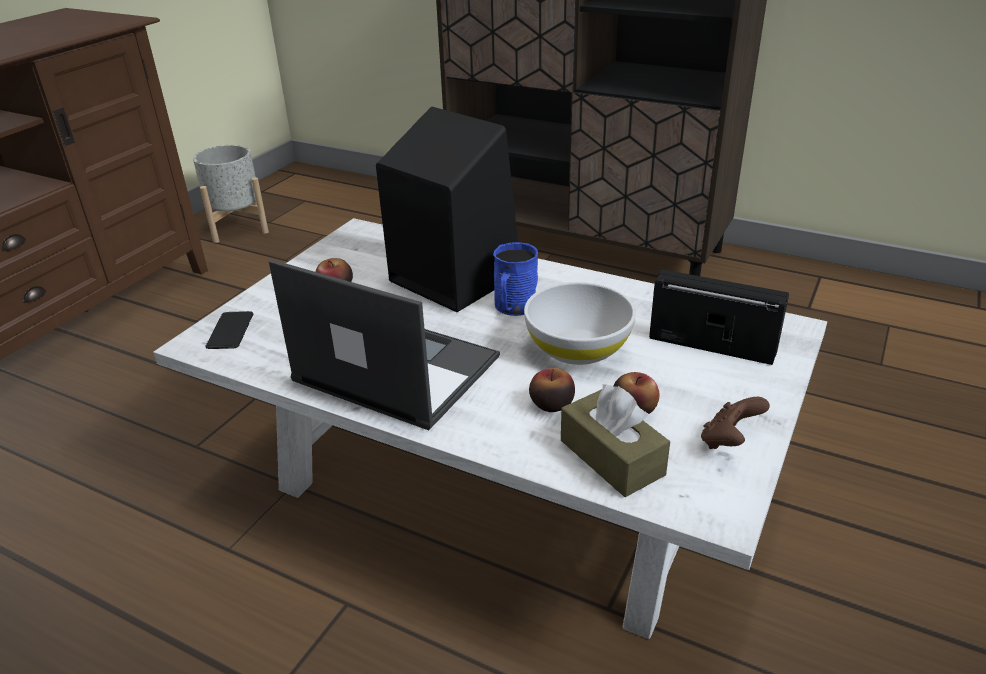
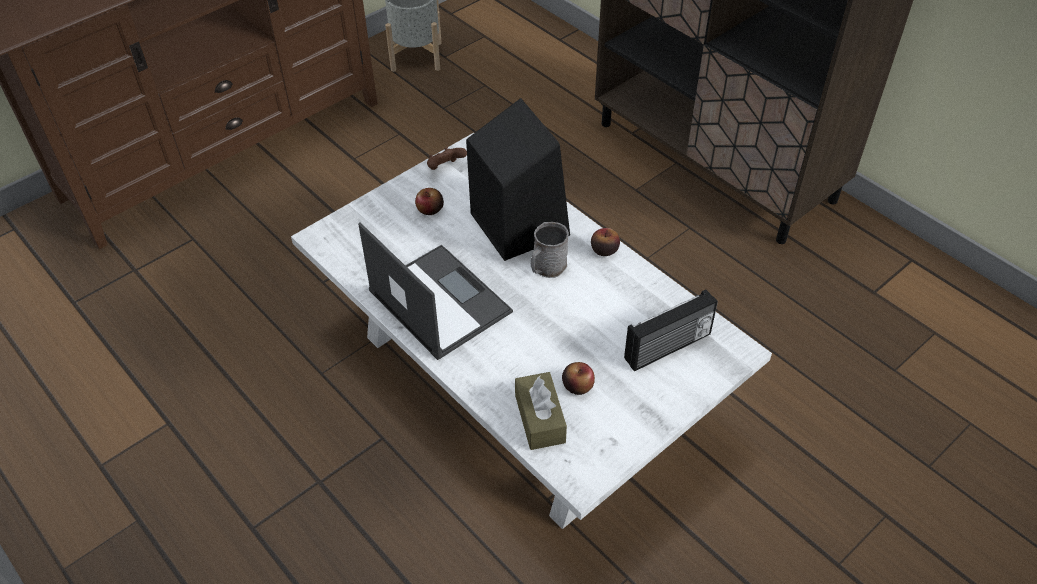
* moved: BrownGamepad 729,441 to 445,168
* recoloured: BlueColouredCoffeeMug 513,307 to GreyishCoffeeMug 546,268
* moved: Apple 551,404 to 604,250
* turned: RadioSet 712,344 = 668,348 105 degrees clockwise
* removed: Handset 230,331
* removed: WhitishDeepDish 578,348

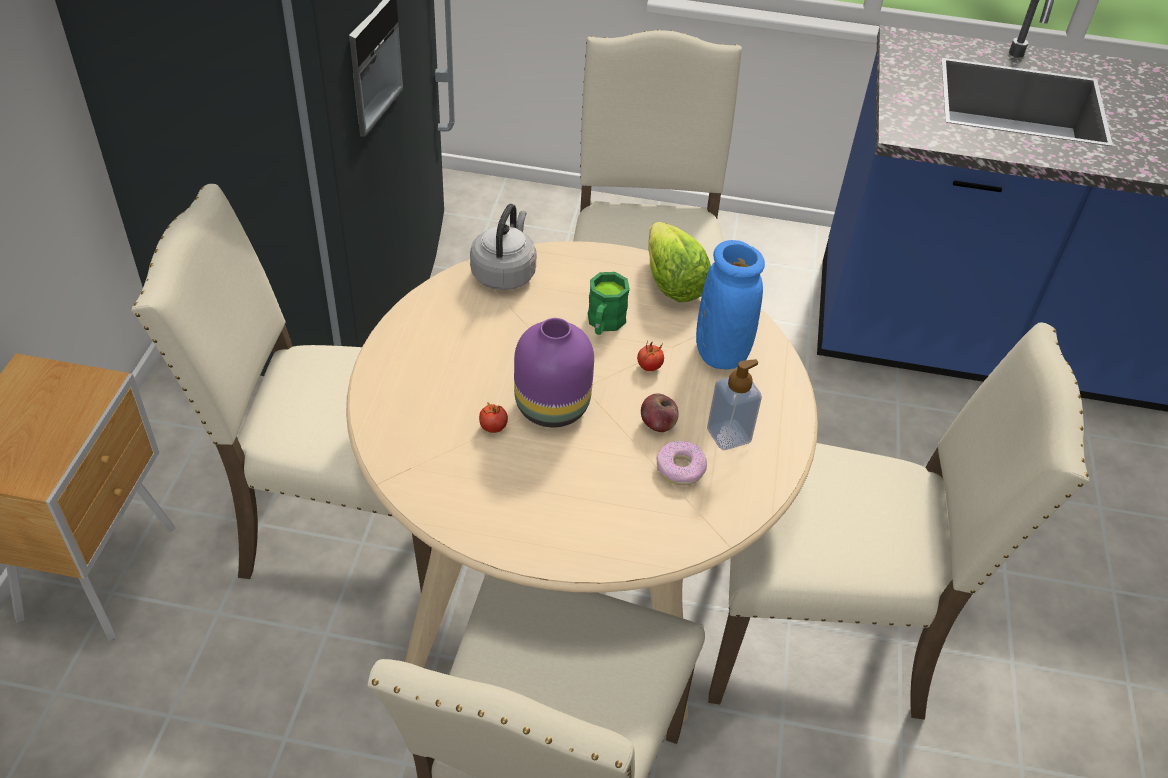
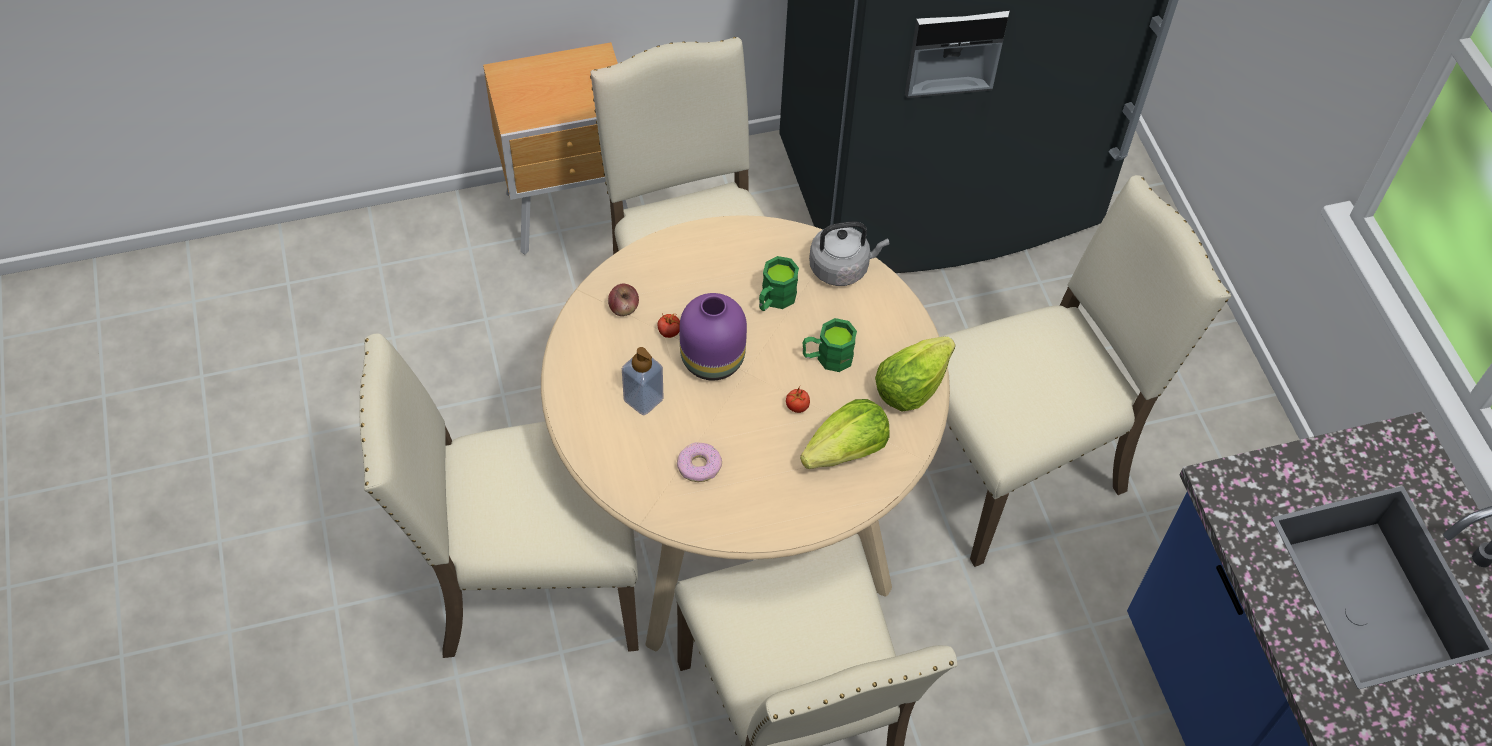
* moved: Apple 658,424 to 624,308
* moved: SoapBottle 728,435 to 643,399
* added: GreenColouredCoffeeMug 774,300
* replaced: BlueColouredFlowerVase 721,353 to Lettuce 846,451

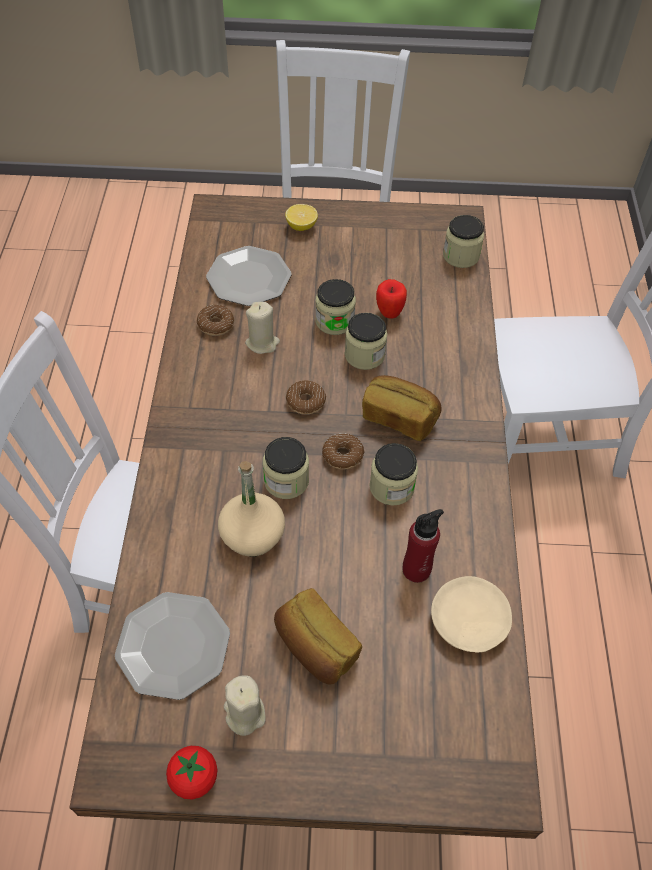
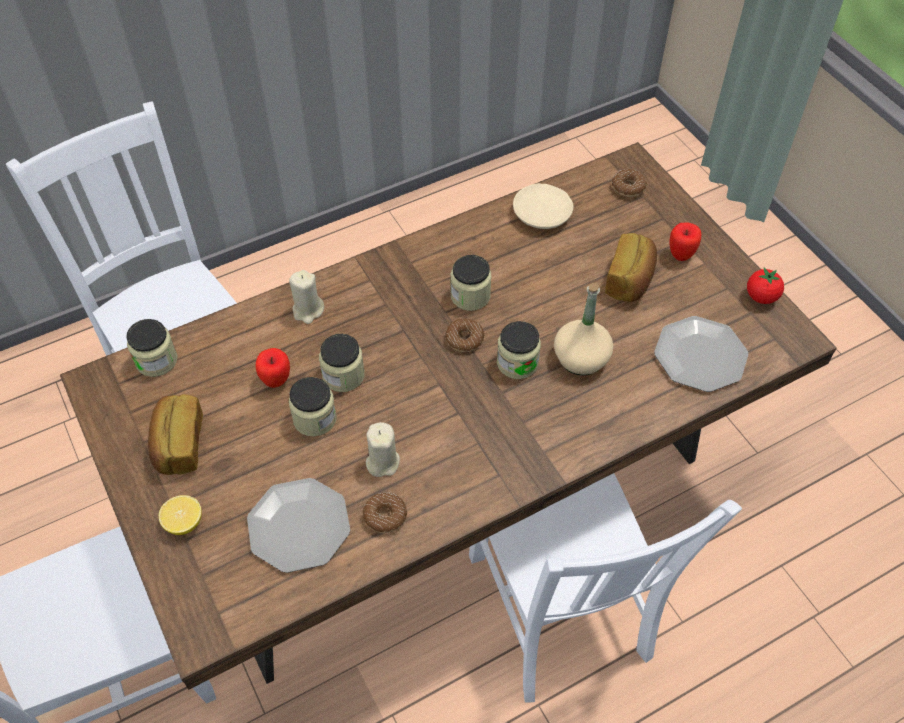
* moved: Bread 399,417 to 179,445
* moved: BeigeWaxCandle 244,713 to 308,310
* moved: Doughnut 305,401 to 628,187
* added: Apple 680,255
* removed: RedColouredDrinkBottle 416,569

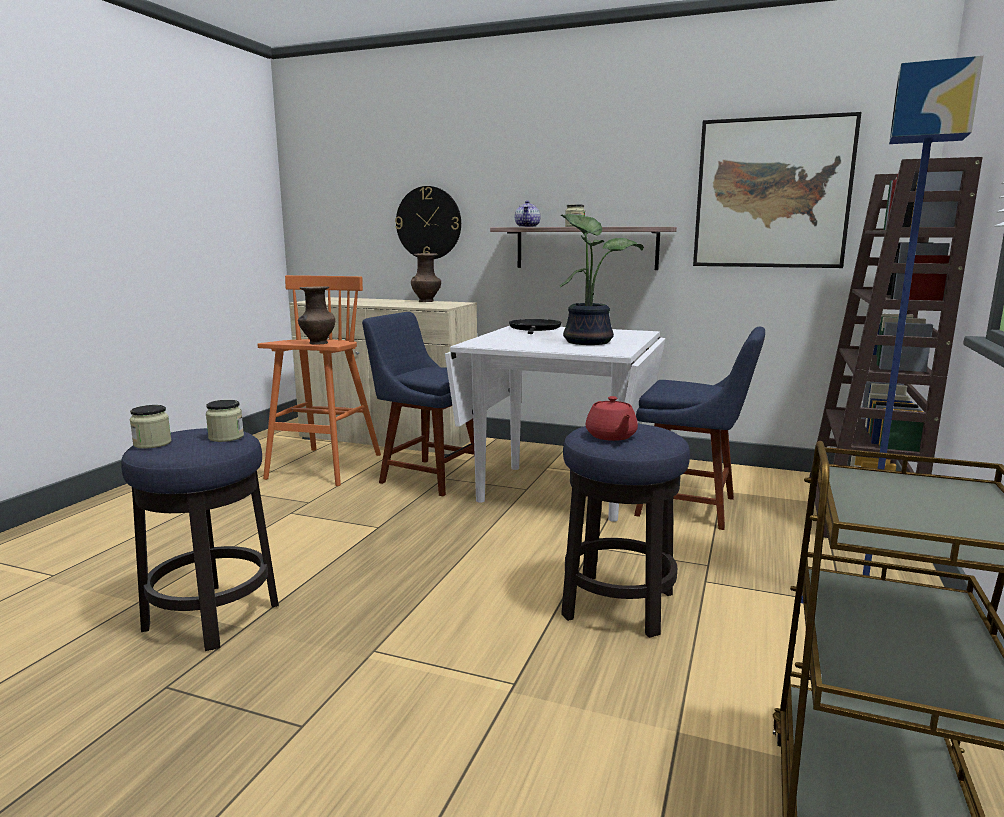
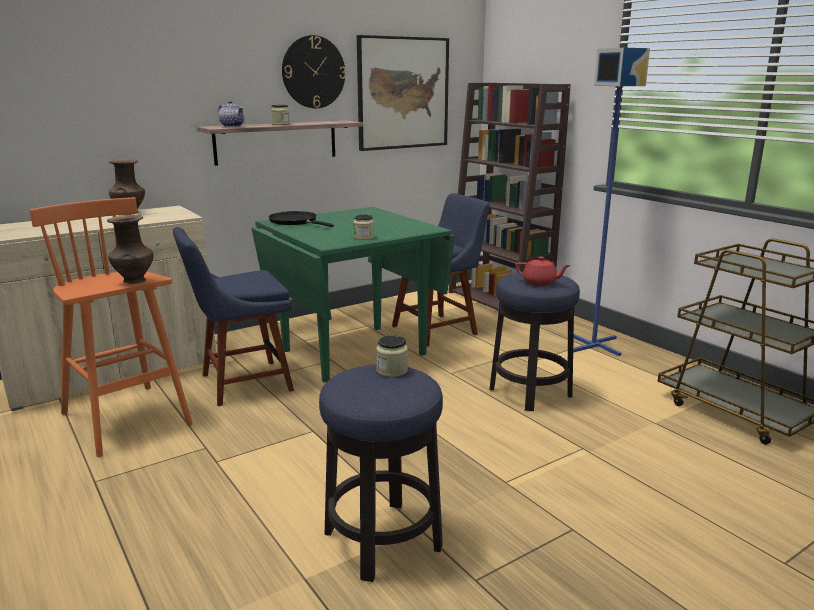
* recoloured: WhitishKitchenTable 559,491 to GreenColouredKitchenTable 353,352
* moved: WallClock 428,223 to 313,72
* moved: StorageJar 152,443 to 363,237
* removed: Houseplant 588,341

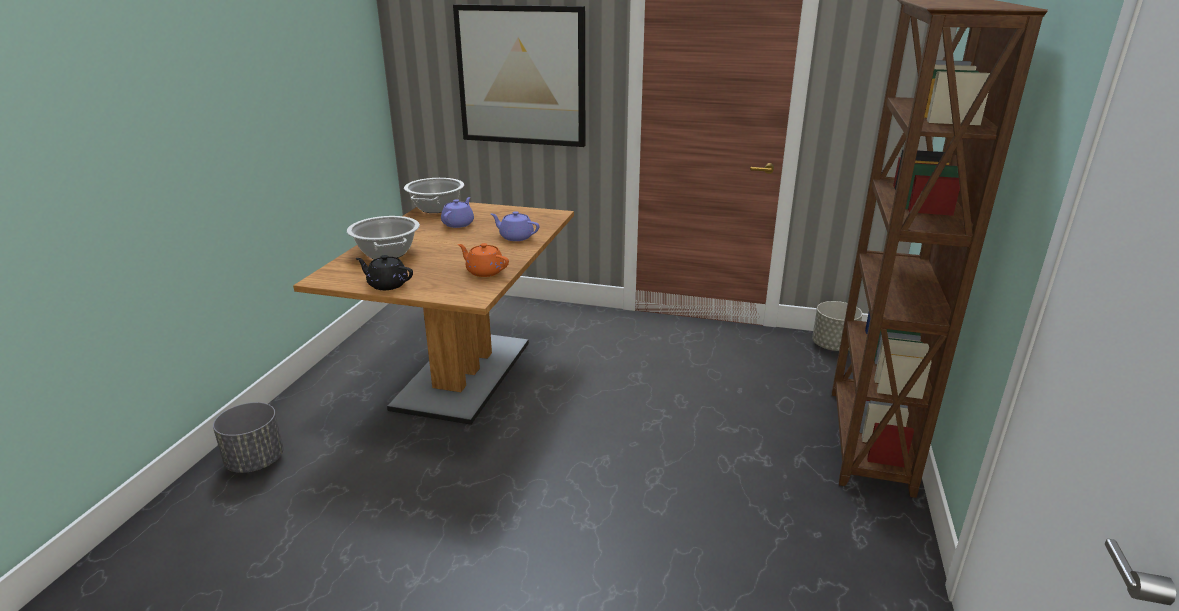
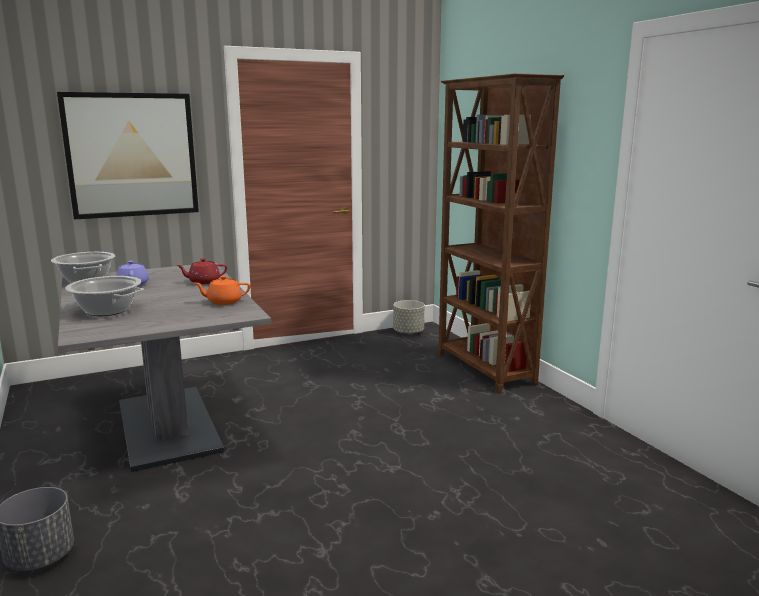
* recoloured: BrownKitchenTable 463,374 to GreyishKitchenTable 168,426
* recoloured: PurplishPotForTea 515,237 to RedColouredPotForTea 203,282
* removed: BlackColouredPotForTea 387,284

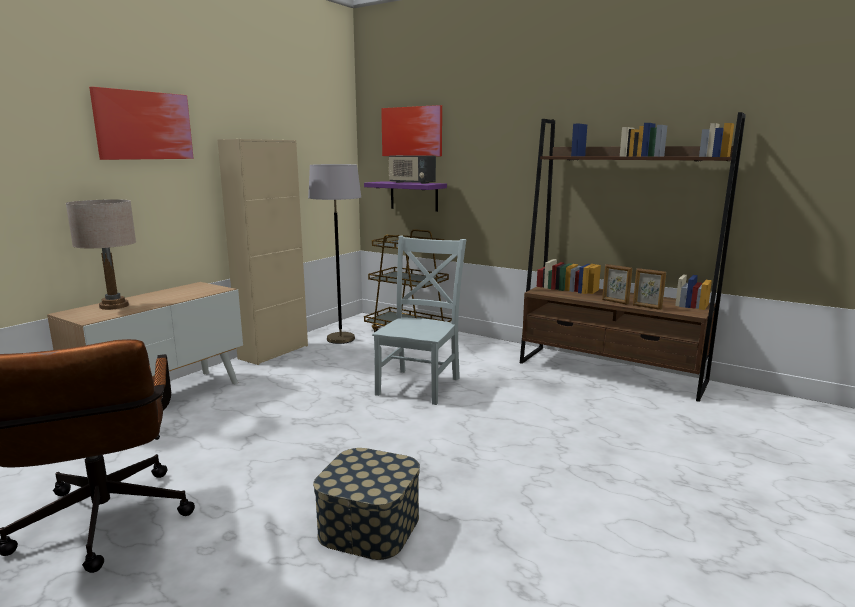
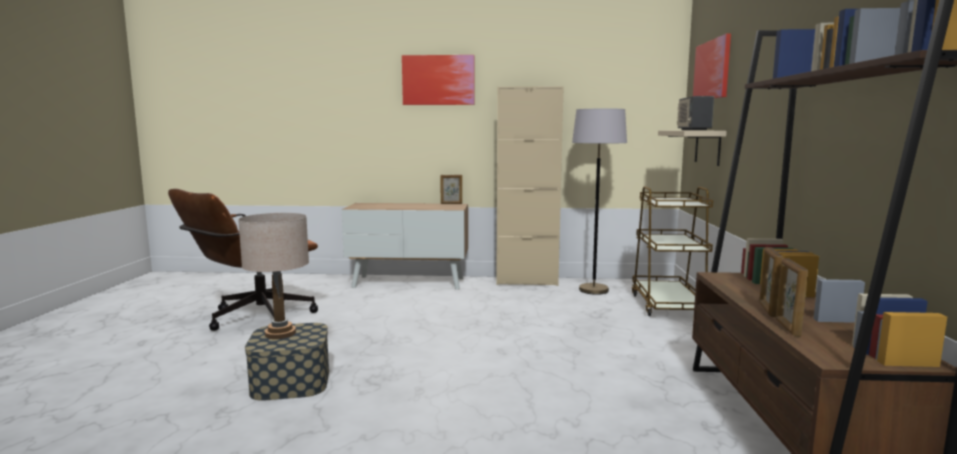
* moved: BeigeTableLamp 114,306 to 280,333
* added: PictureFrame 451,203
* recoloured: PurplishShelf 414,196 to BeigeShelf 707,147
* removed: GreyishChair 420,385

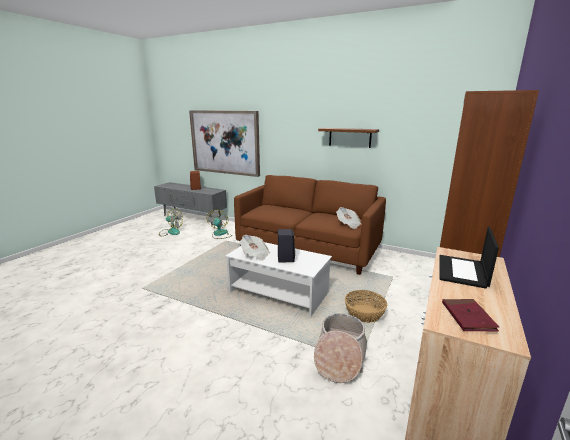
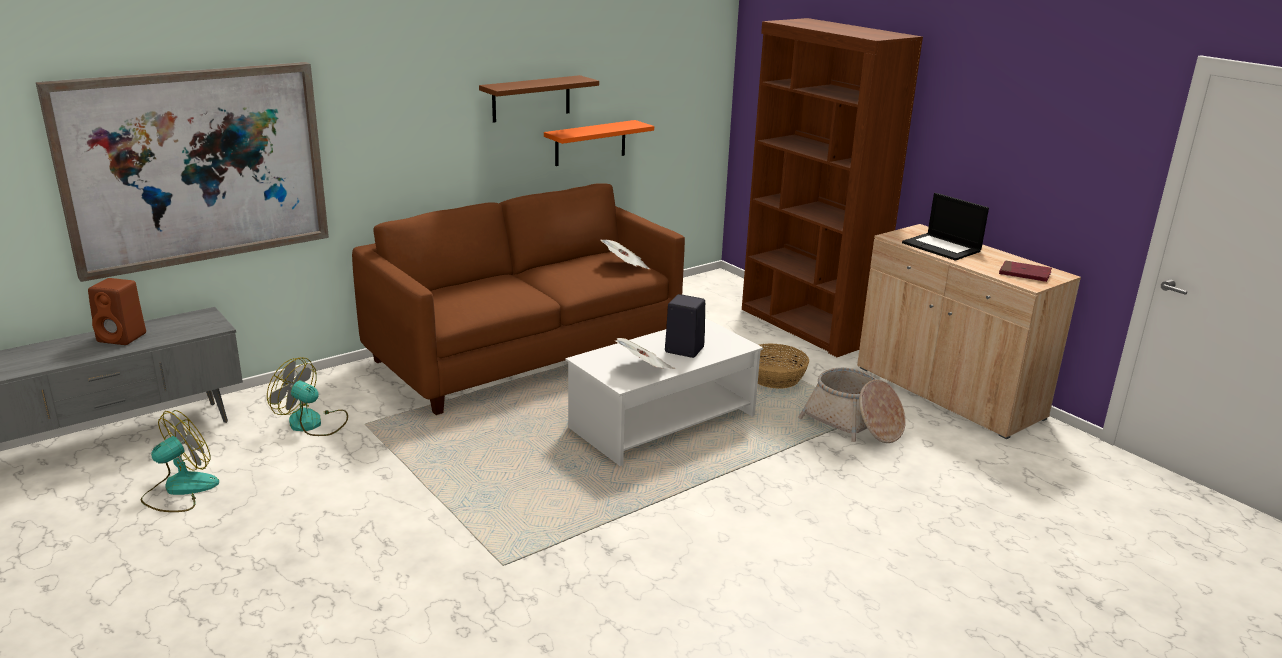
* added: OrangeyShelf 590,143

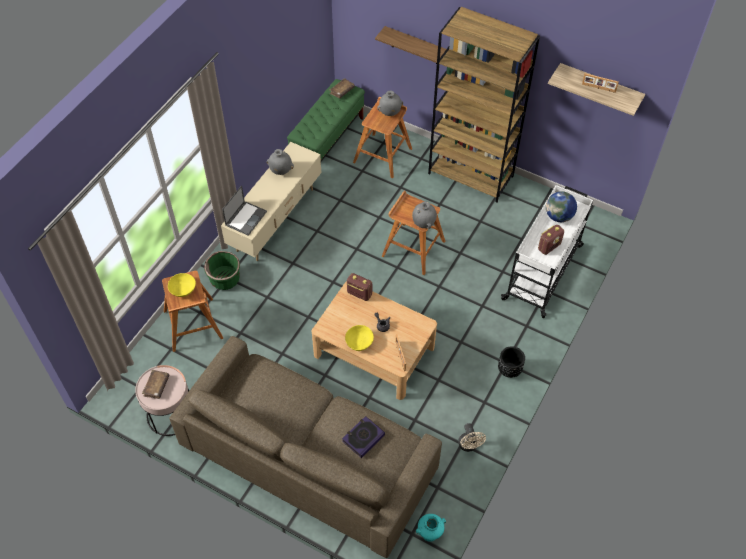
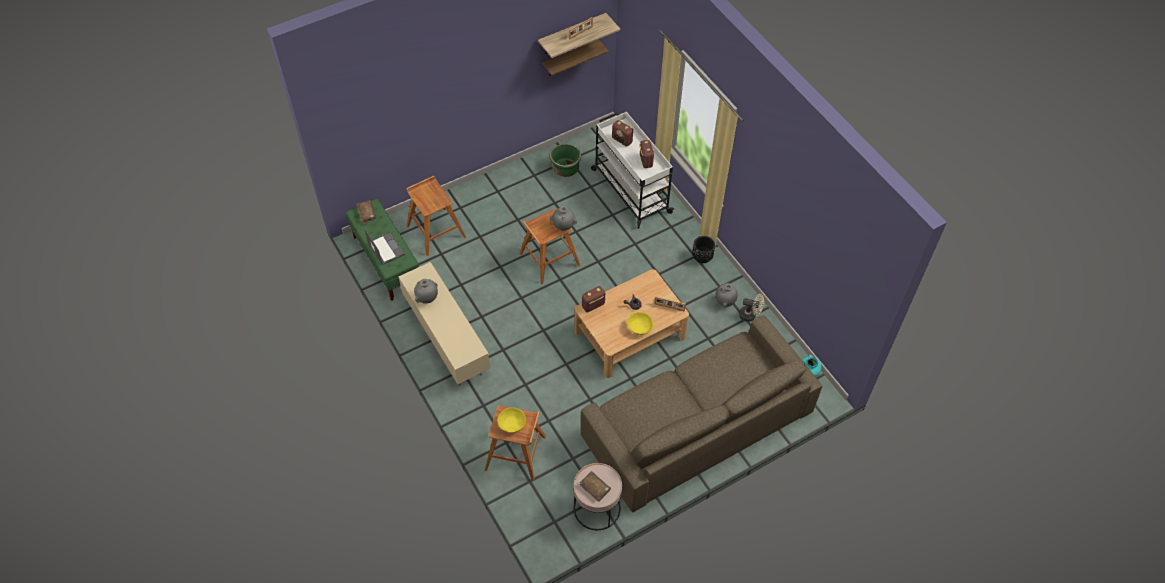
* moved: PortableComputer 246,218 to 386,248
* moved: Shelf 415,46 to 570,58
* moved: GreenColouredFlowerPot 225,279 to 565,169
* replaced: DeskGlobe 558,216 to RadioSet 622,140
* moved: GreyishFlowerVase 389,113 to 725,302
* removed: Book 363,438
* removed: BrownShelvingUnit 471,175

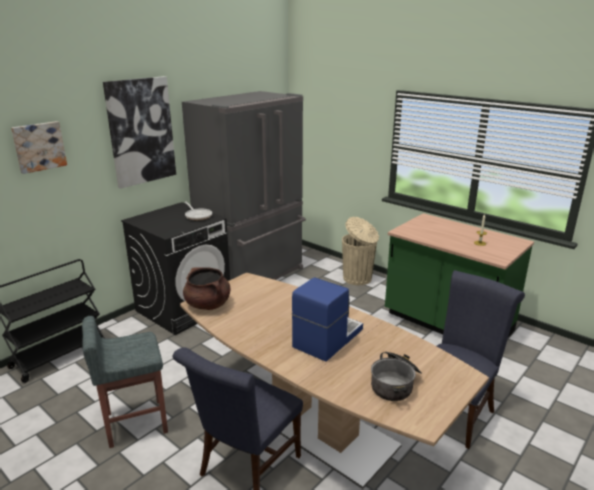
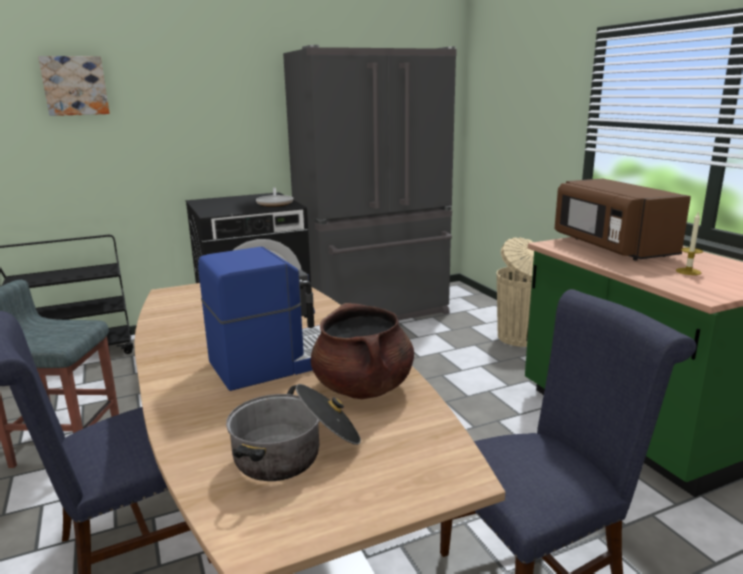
* moved: BrownSaucepot 208,305 to 363,388
* added: BrownKitchenMicrowave 610,247
* removed: Picture 141,131

